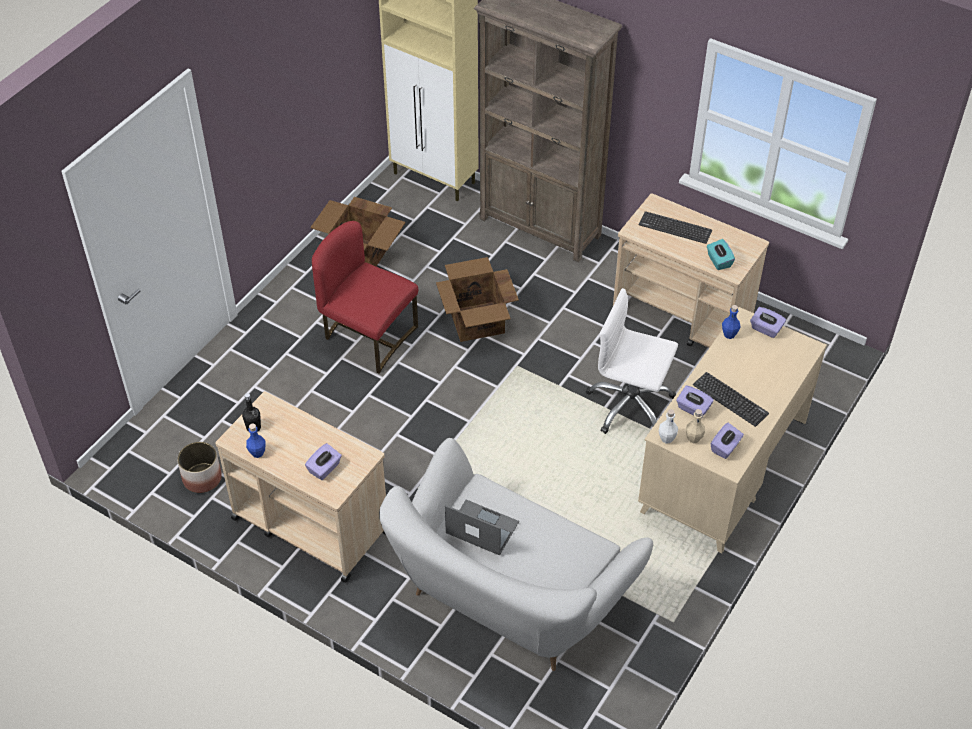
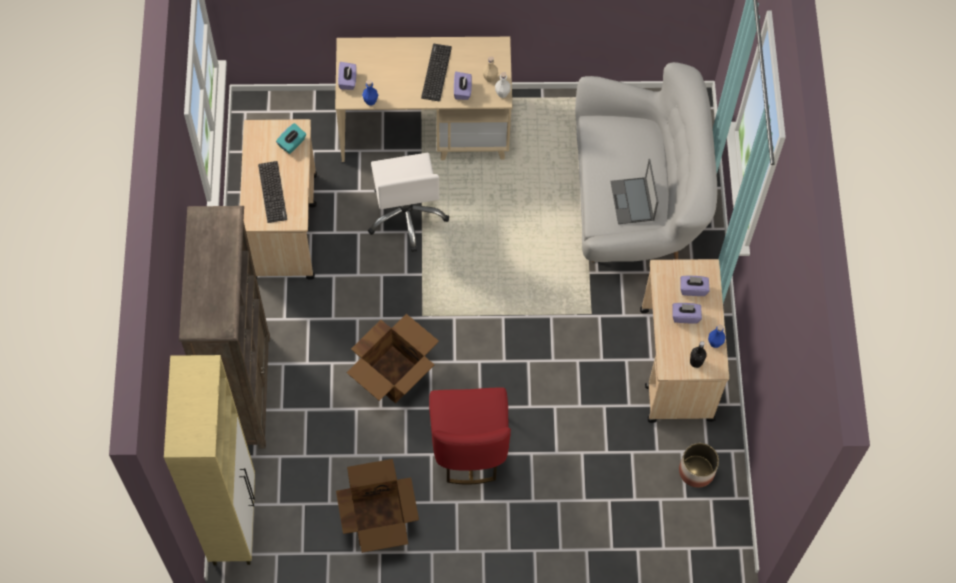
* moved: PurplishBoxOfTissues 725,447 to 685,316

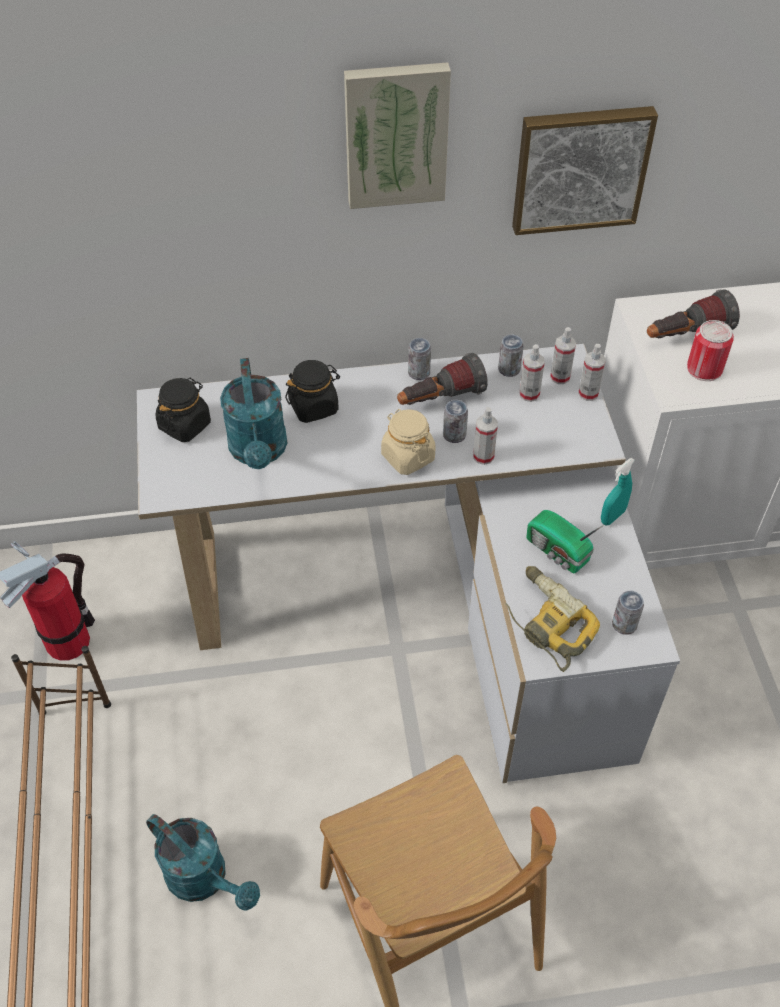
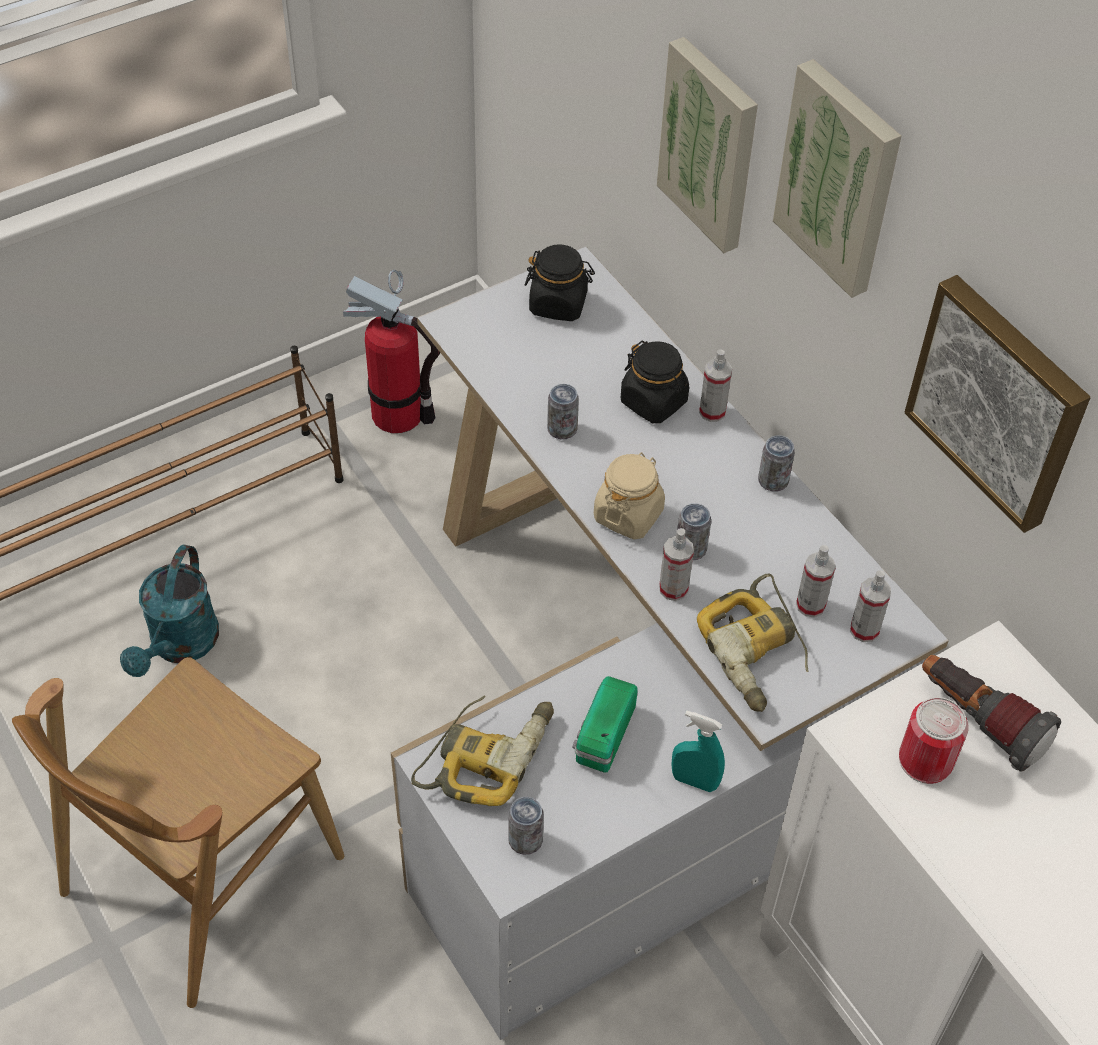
* moved: SealedCan 509,370 to 562,429
* added: Picture 711,144
* added: Drill 757,652
* moved: Sprayer 588,393 to 712,412
* removed: BlueGreenSprinklingCan 259,452
* removed: HandTorch 440,399

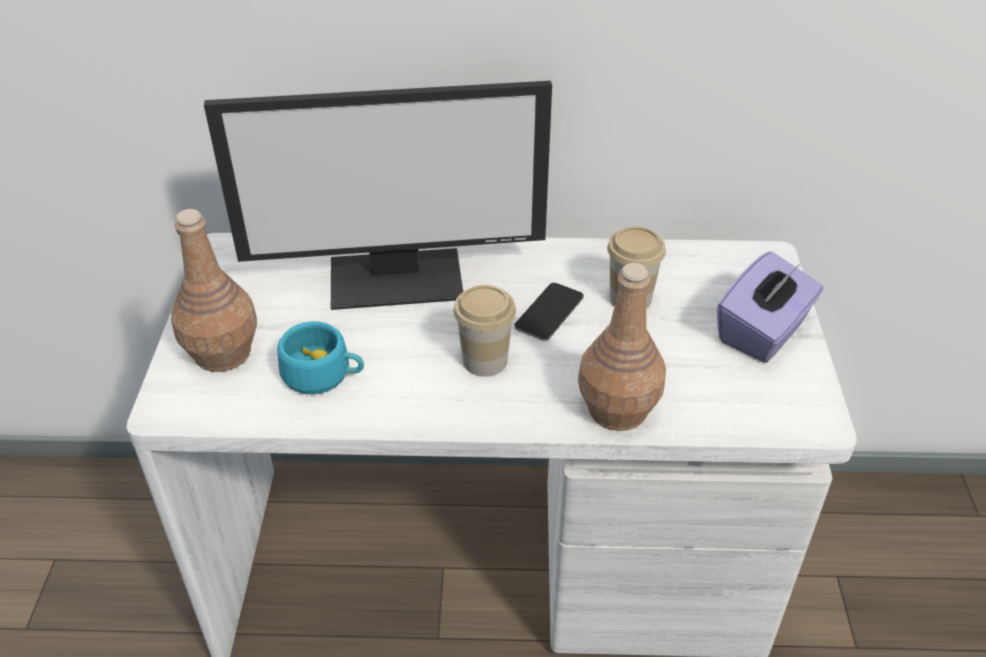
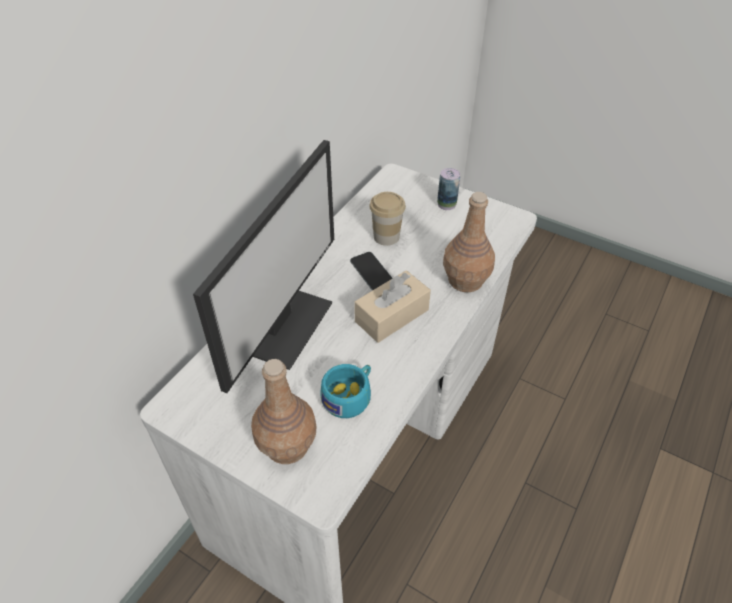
* replaced: SmallCup 485,360 to BeigeBoxOfTissues 392,315
* replaced: PurplishBoxOfTissues 763,332 to SealedCan 446,204

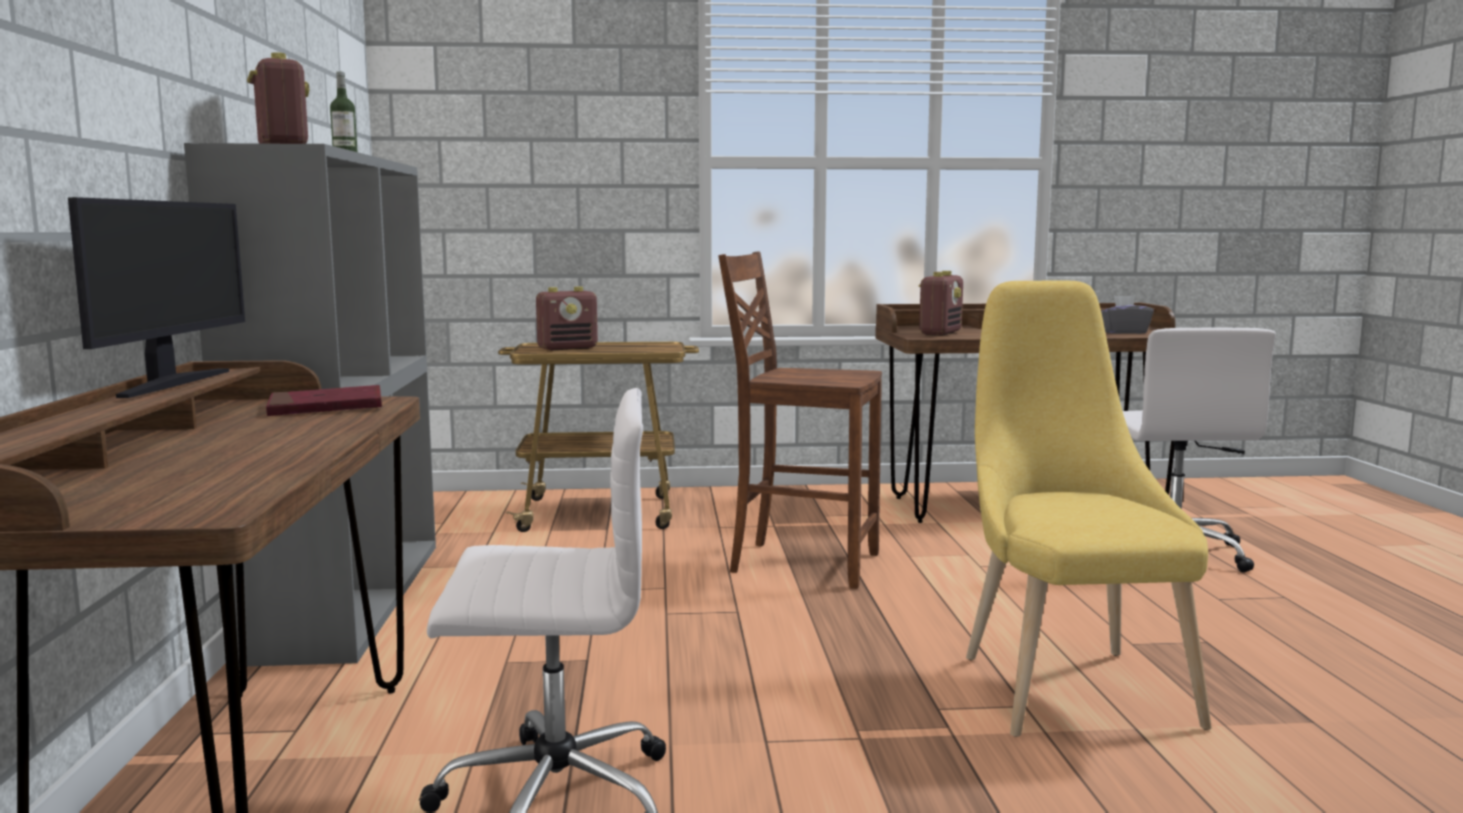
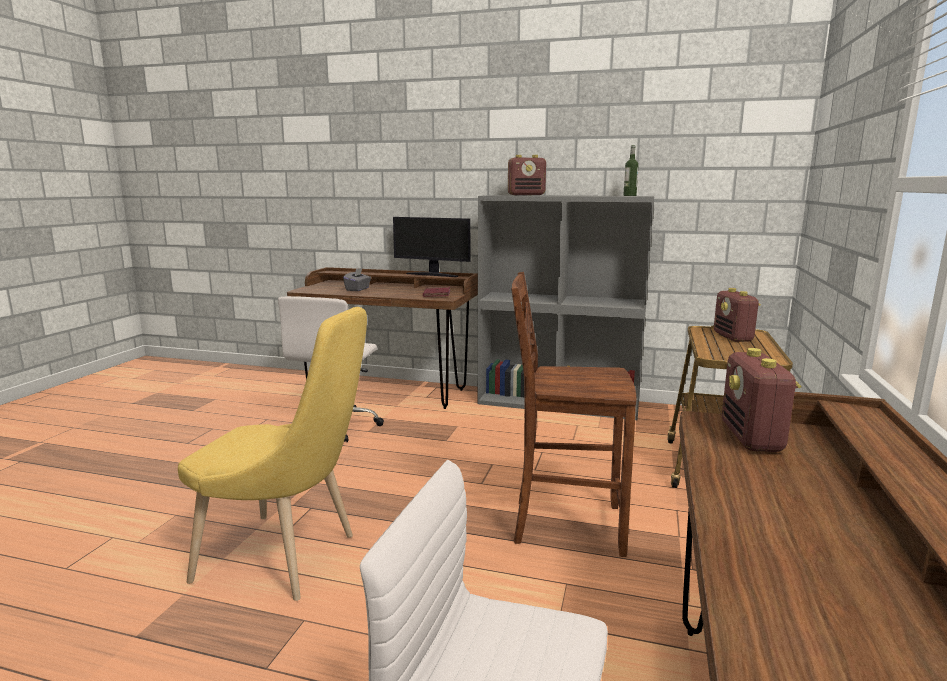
* moved: GreyishBoxOfTissues 1123,332 to 358,289
* turned: BrownChair 801,563 = 565,524 120 degrees counterclockwise
* turned: RadioSet 940,333 = 752,438 45 degrees clockwise

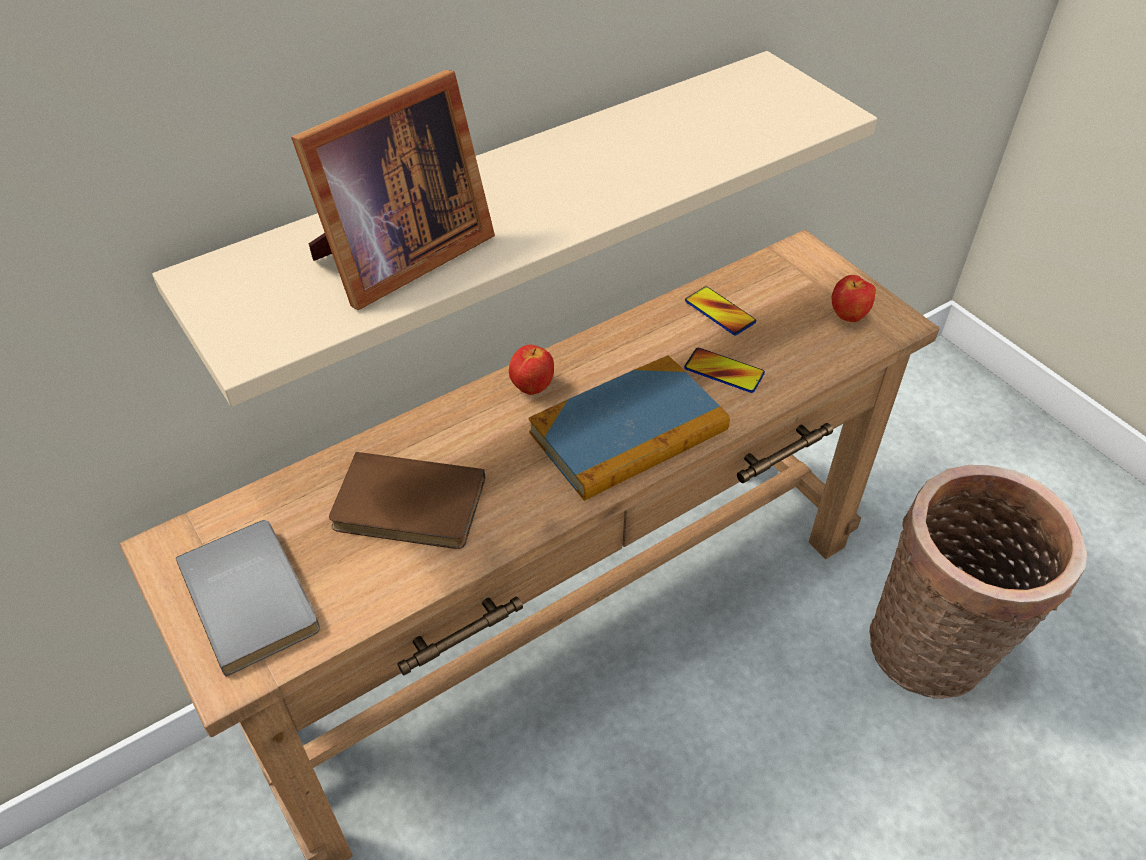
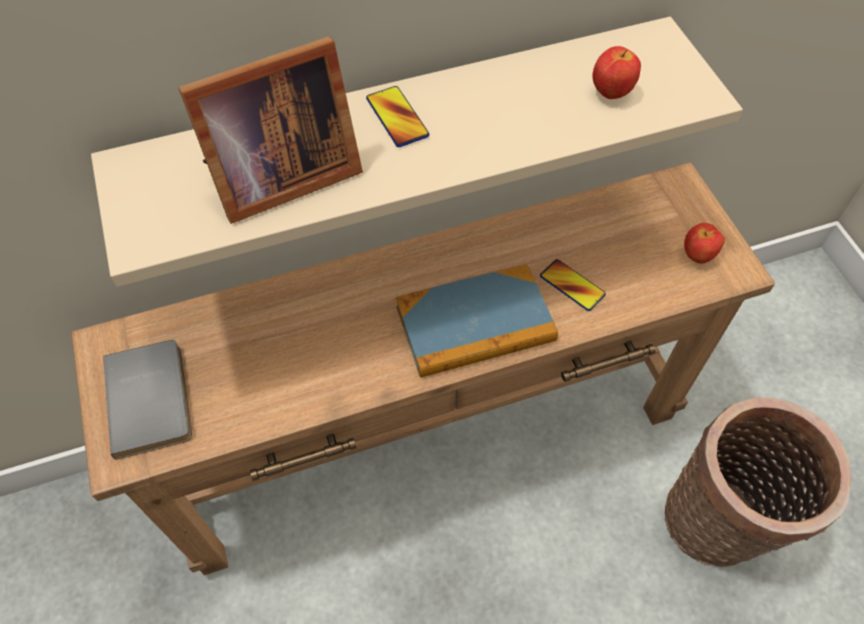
* moved: Handset 720,312 to 397,117
* moved: Apple 532,387 to 610,92
* removed: BrownBook 407,508

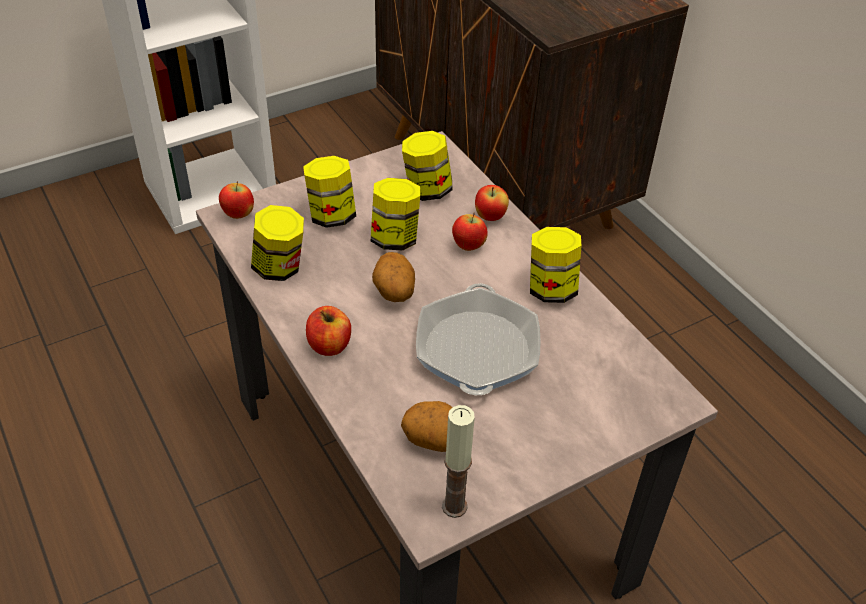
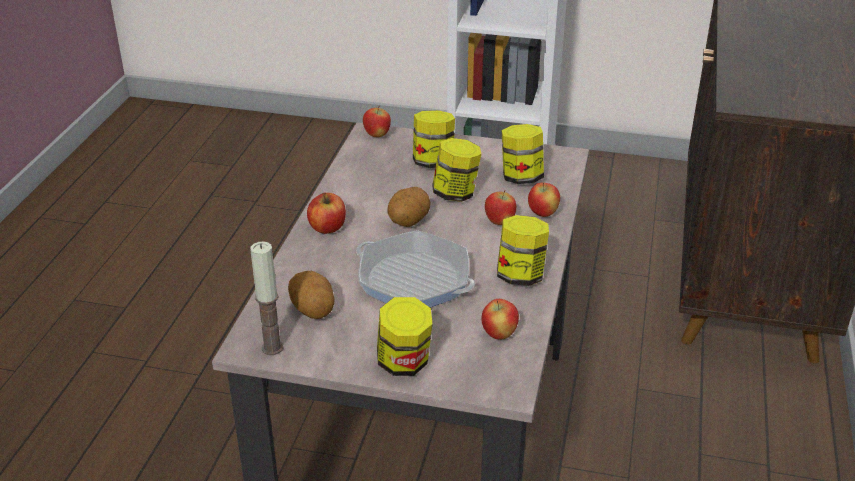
* turned: FryingPan 477,349 = 414,280 105 degrees counterclockwise
* moved: StorageJar 280,268 to 404,363
* added: Apple 499,334

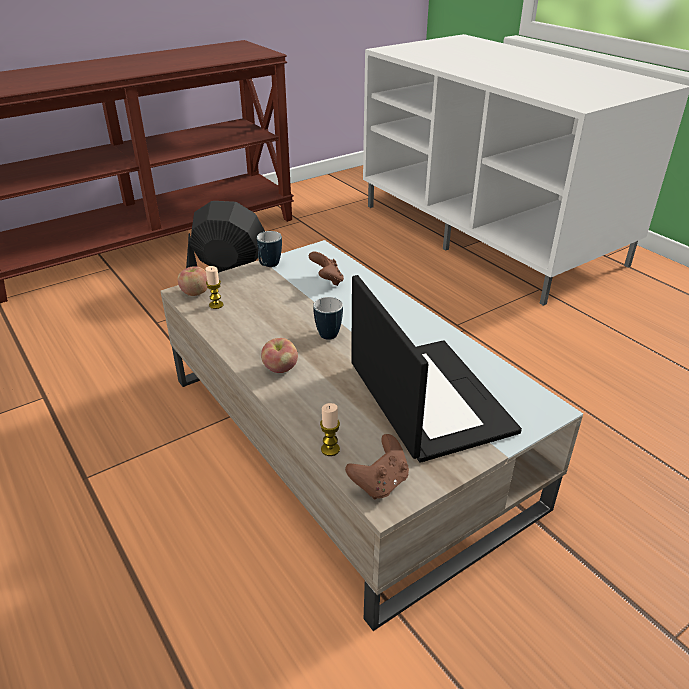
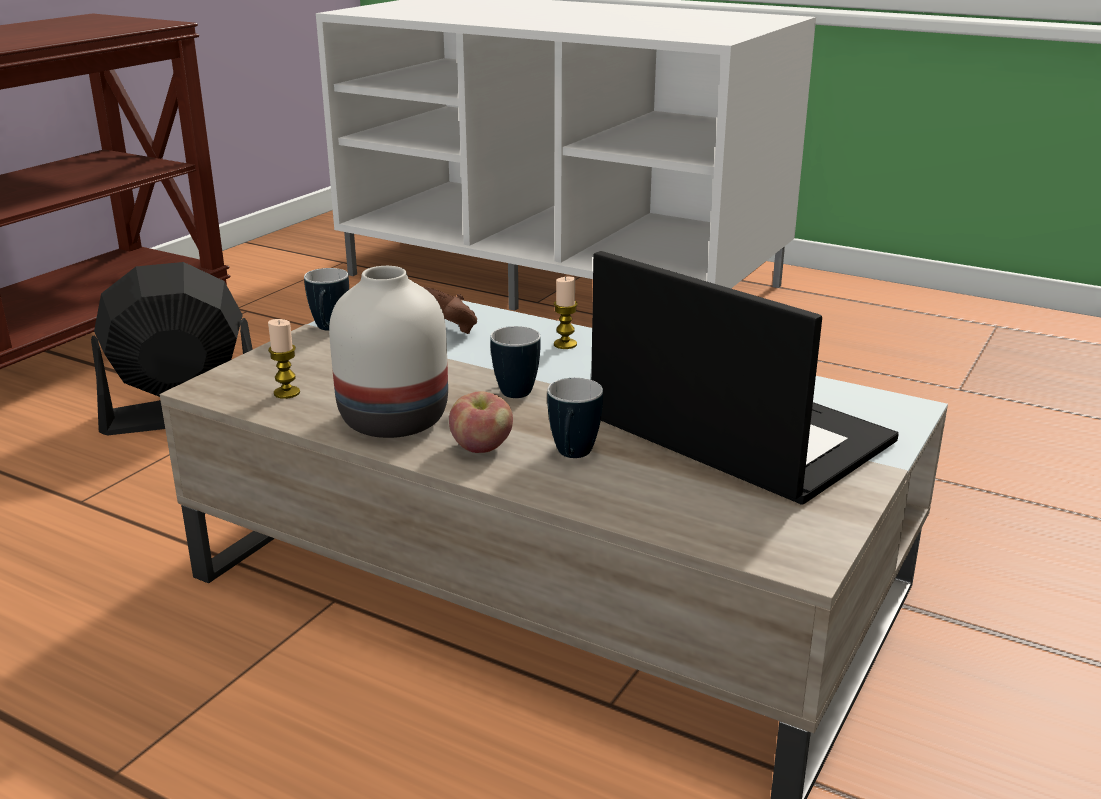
* added: WhitishFlowerVase 396,419
* added: CoffeeMug 572,457
* moved: WaxCandle 330,449 to 565,344
* removed: Apple 195,292
* removed: BrownGamepad 380,483

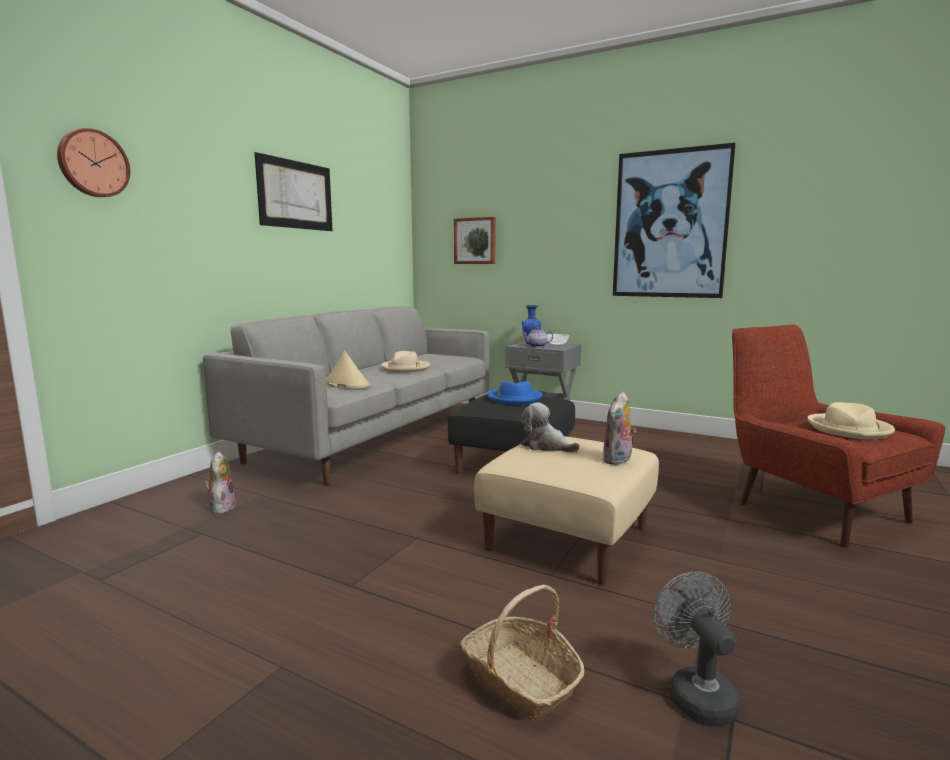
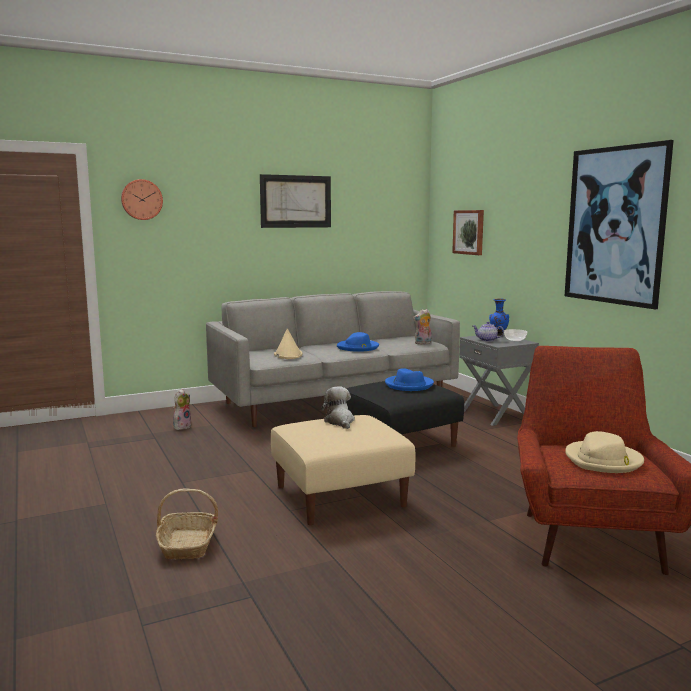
* recoloured: BeigeHat 405,368 to BlueColouredHat 358,347
* moved: CuddlyToy 618,460 to 423,343
* removed: GreyishCoolingFan 696,692

